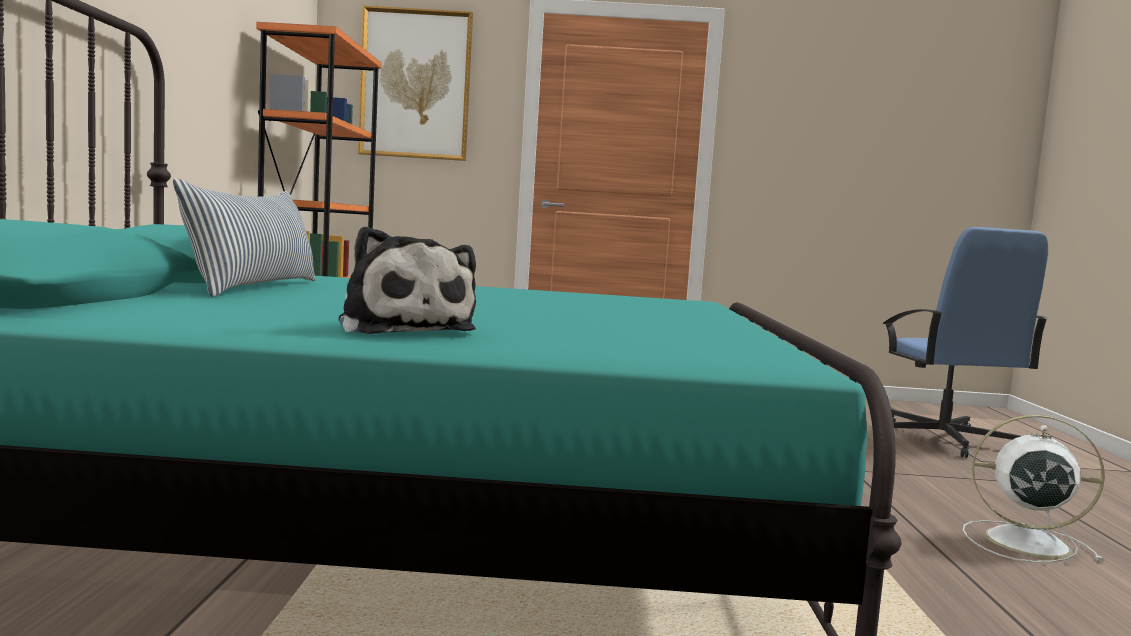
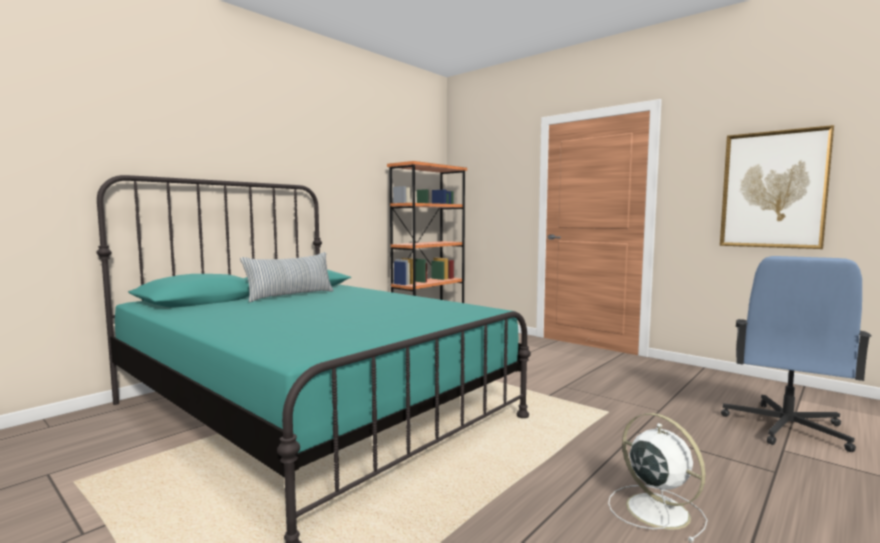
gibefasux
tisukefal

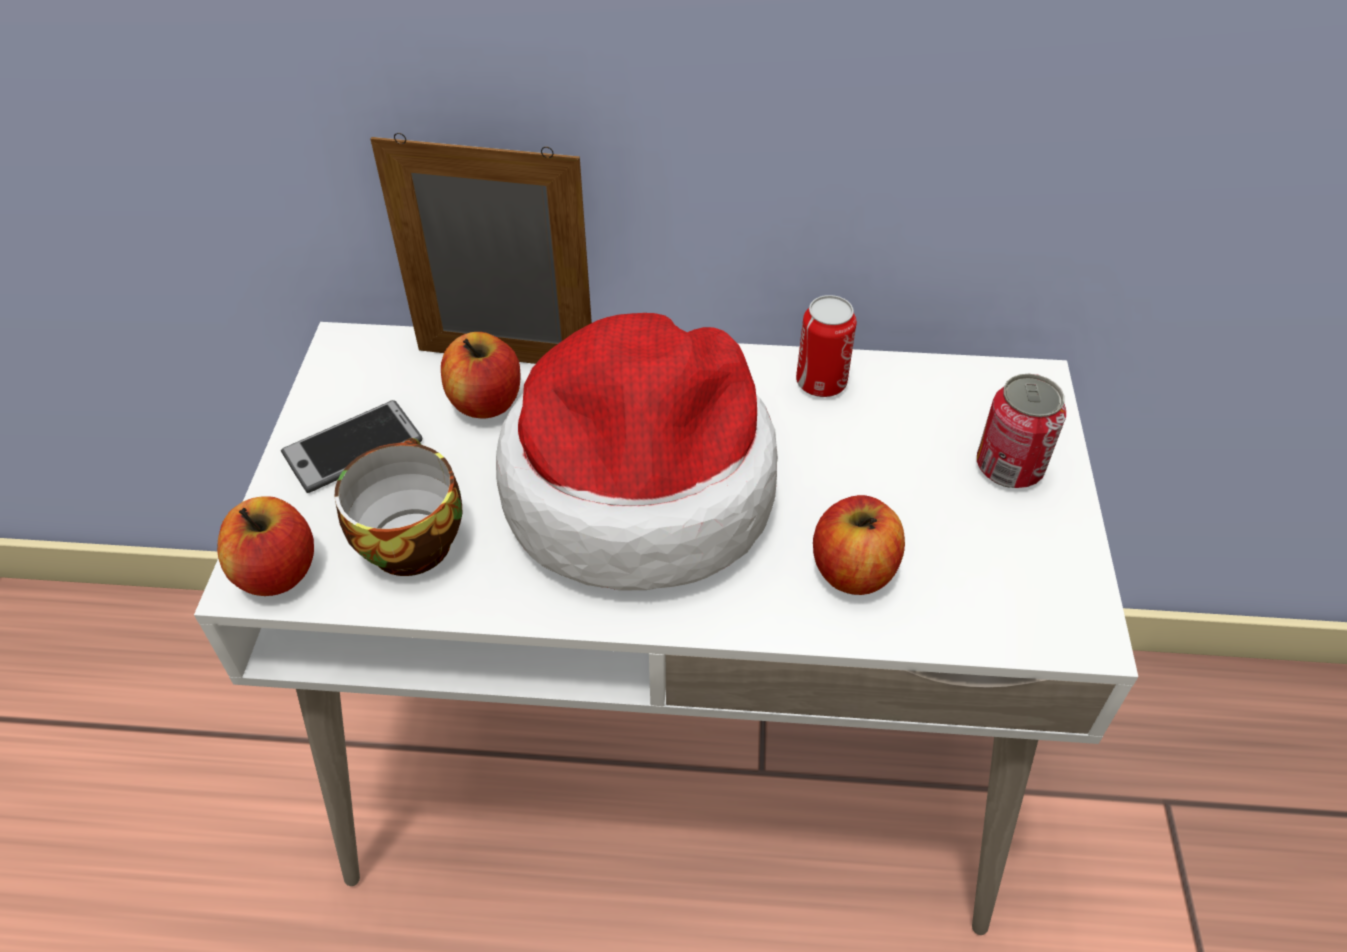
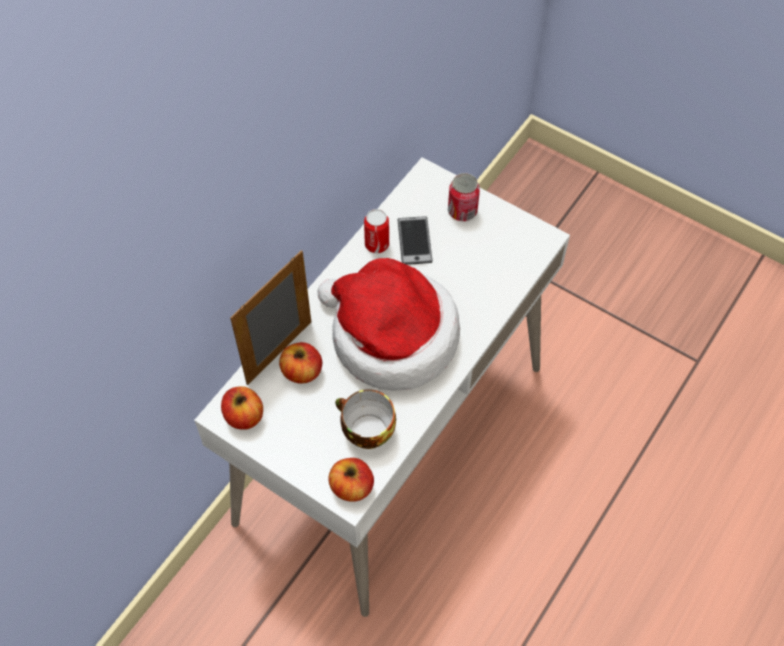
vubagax
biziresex (no. 1 from left)

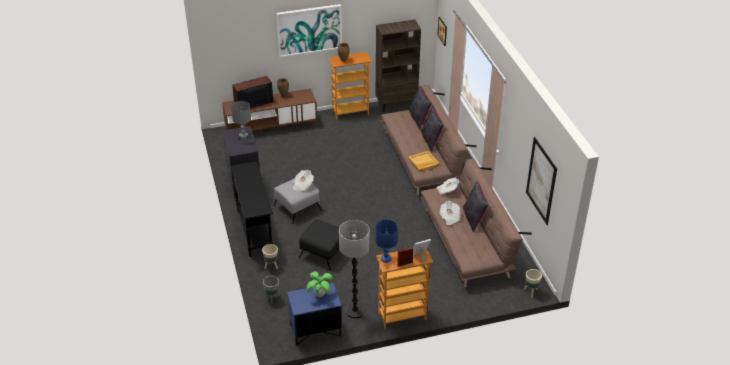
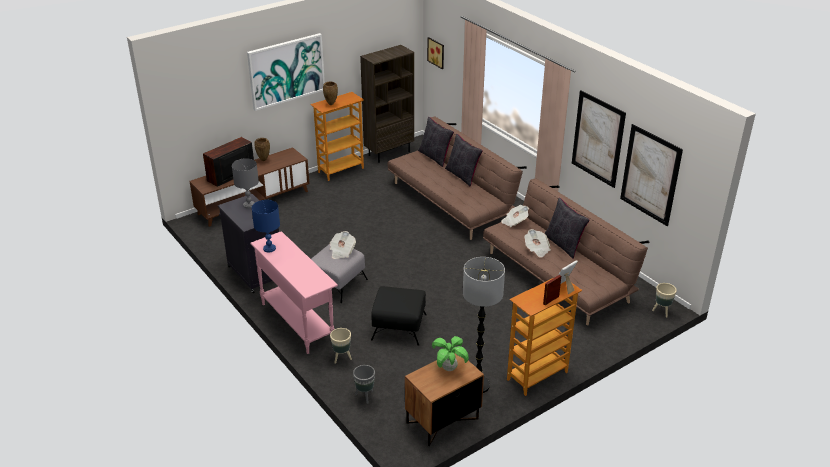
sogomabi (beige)
tisukefal (no. 3 from left)
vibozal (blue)
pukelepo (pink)
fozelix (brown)

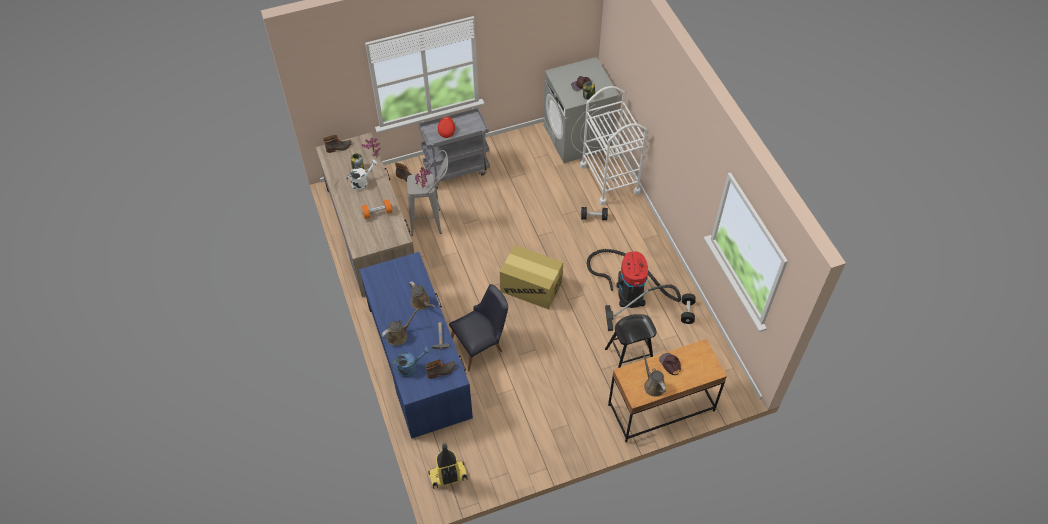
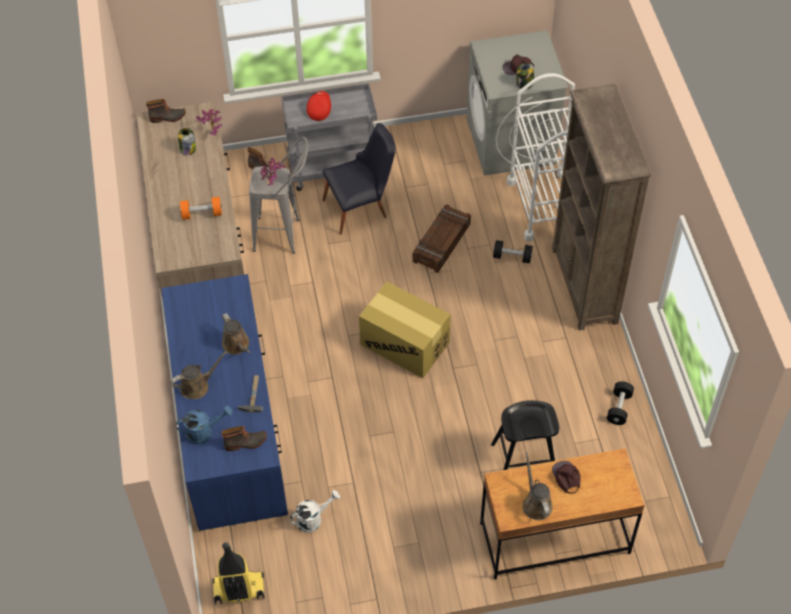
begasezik (no. 2 from left in the first image)
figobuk
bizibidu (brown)
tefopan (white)
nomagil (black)

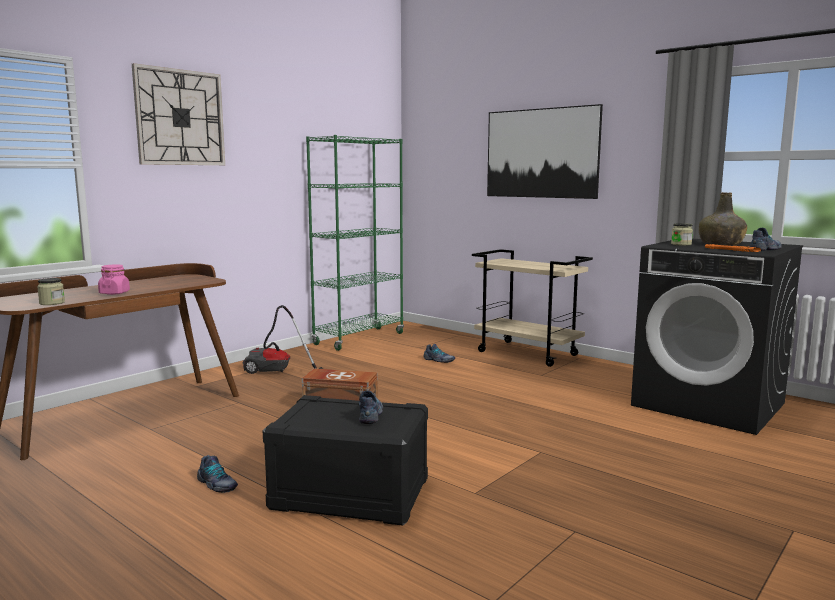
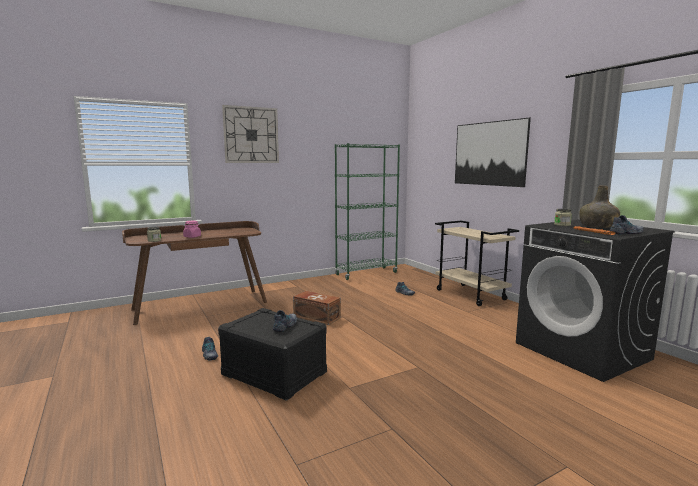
begasezik

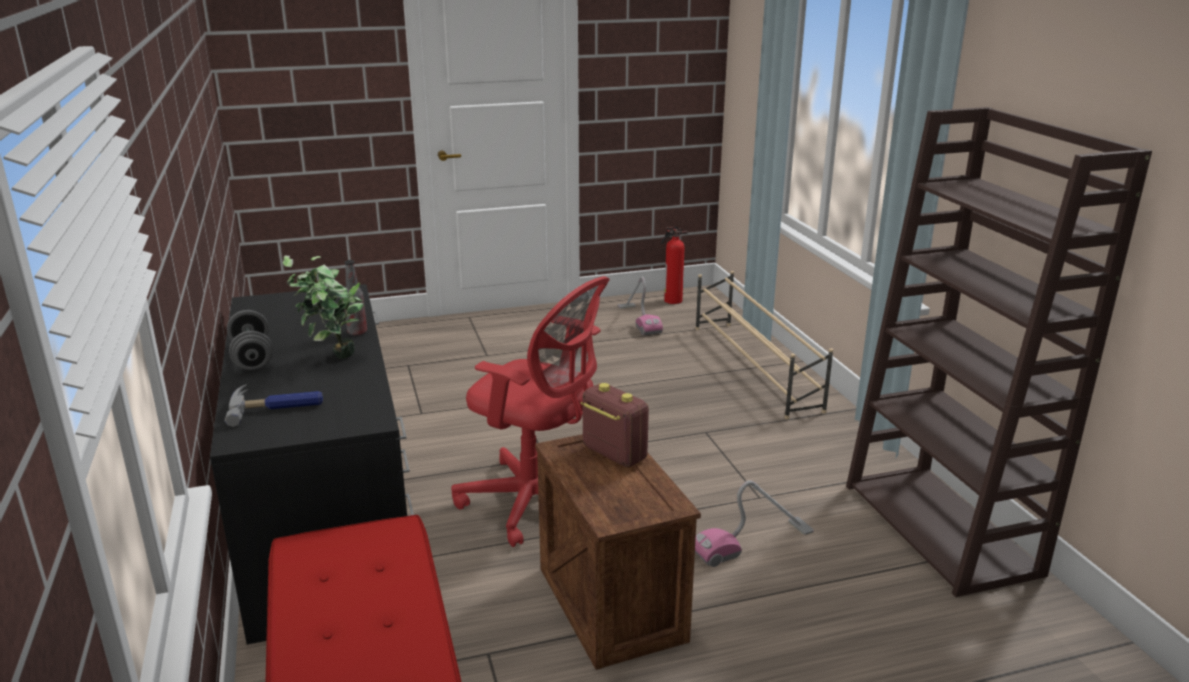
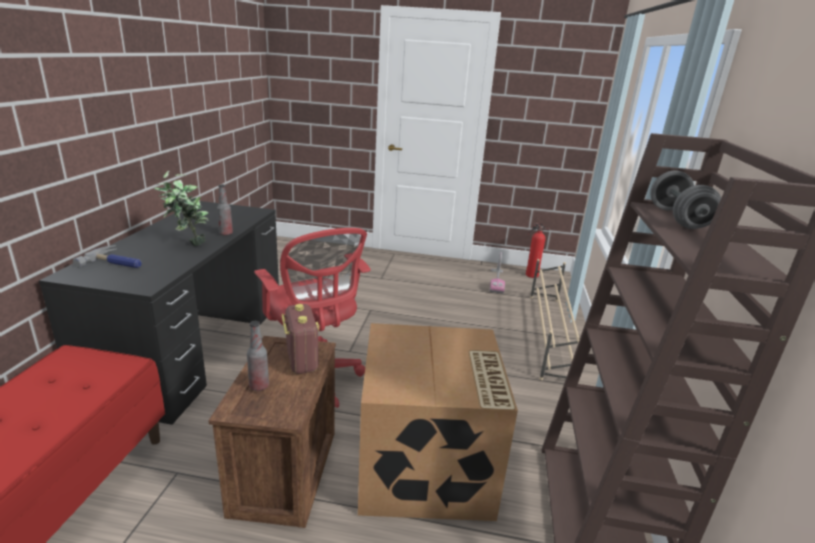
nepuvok (no. 2 from left)
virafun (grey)
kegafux

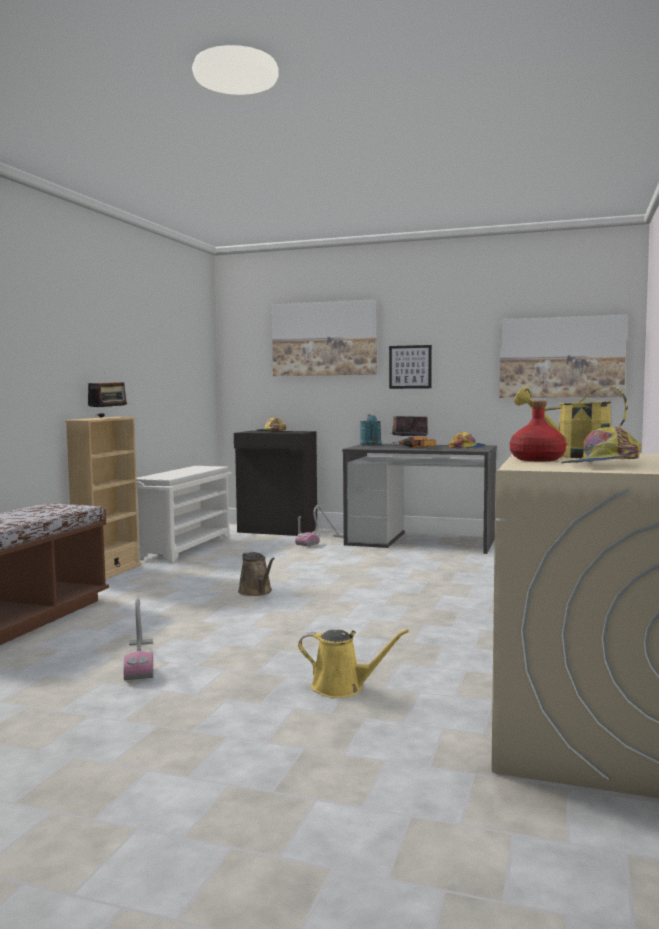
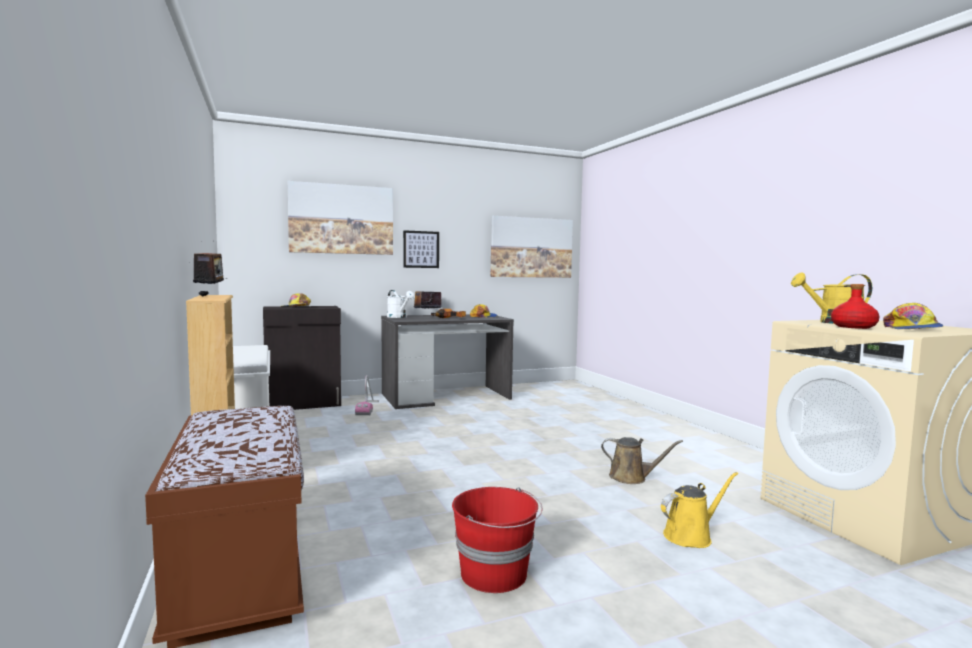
tefopan (brown)
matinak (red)
tefopan (white)

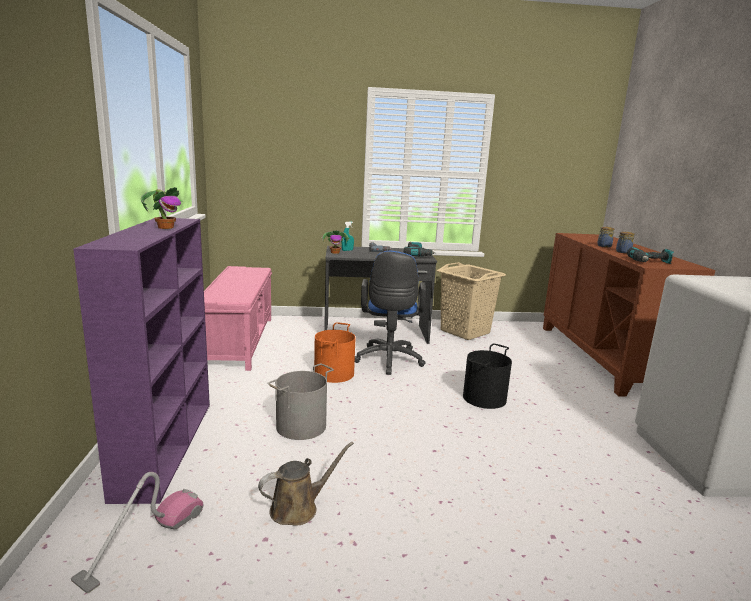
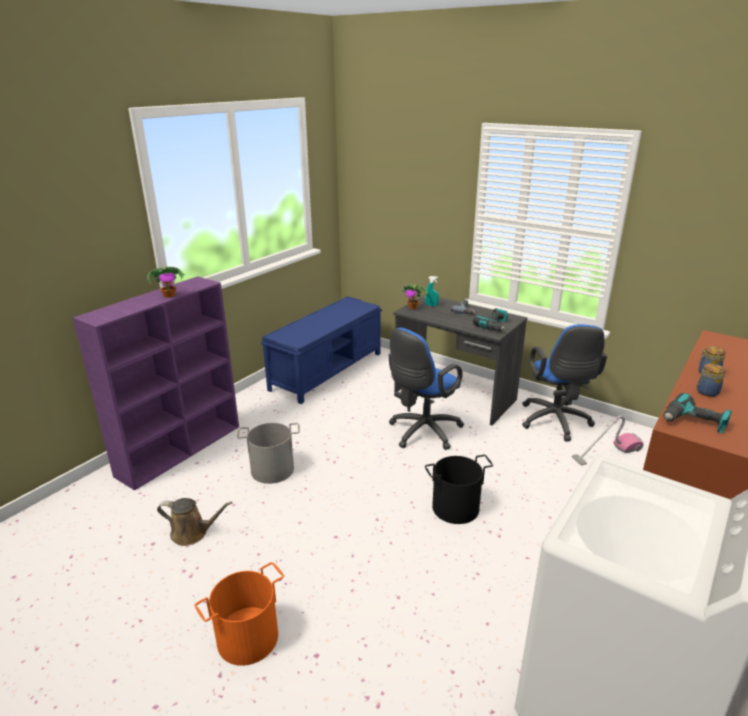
begasezik
matinak (orange)
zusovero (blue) (no. 2 from left)
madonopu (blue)

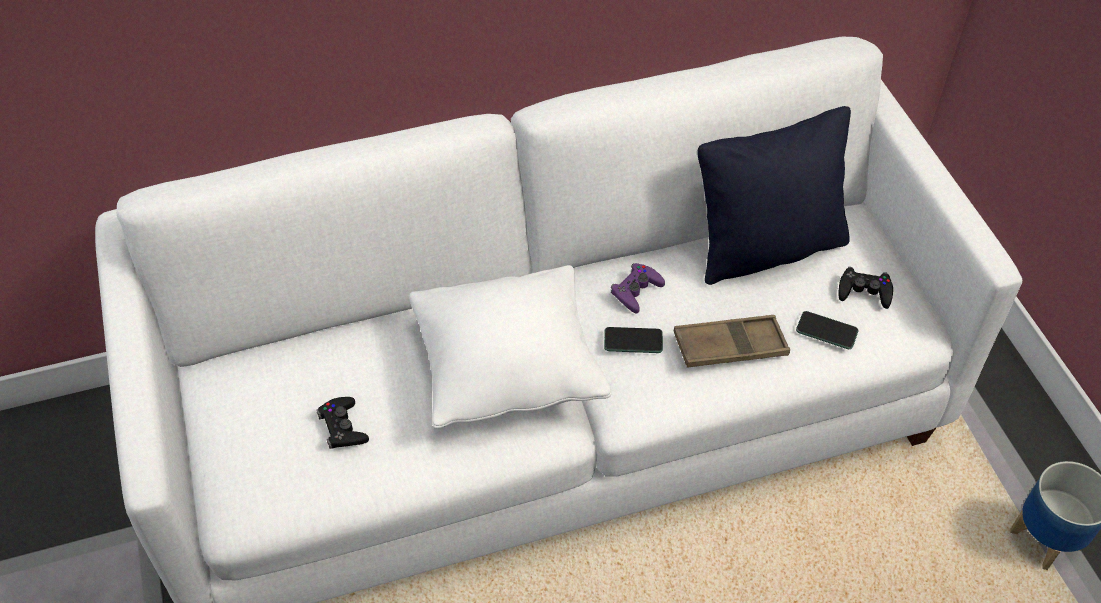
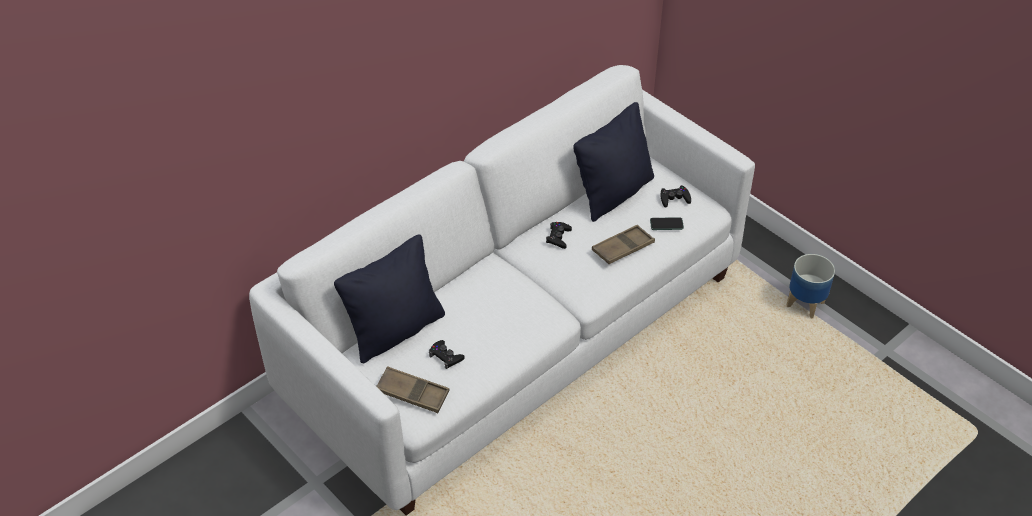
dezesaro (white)
vubagax (no. 1 from left in the first image)
dezesaro (black) (no. 1 from left)
sogomabi (brown) (no. 1 from left)
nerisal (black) (no. 2 from left)

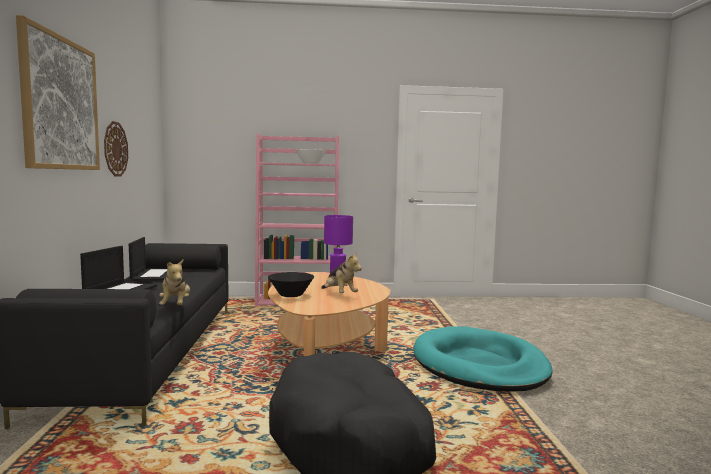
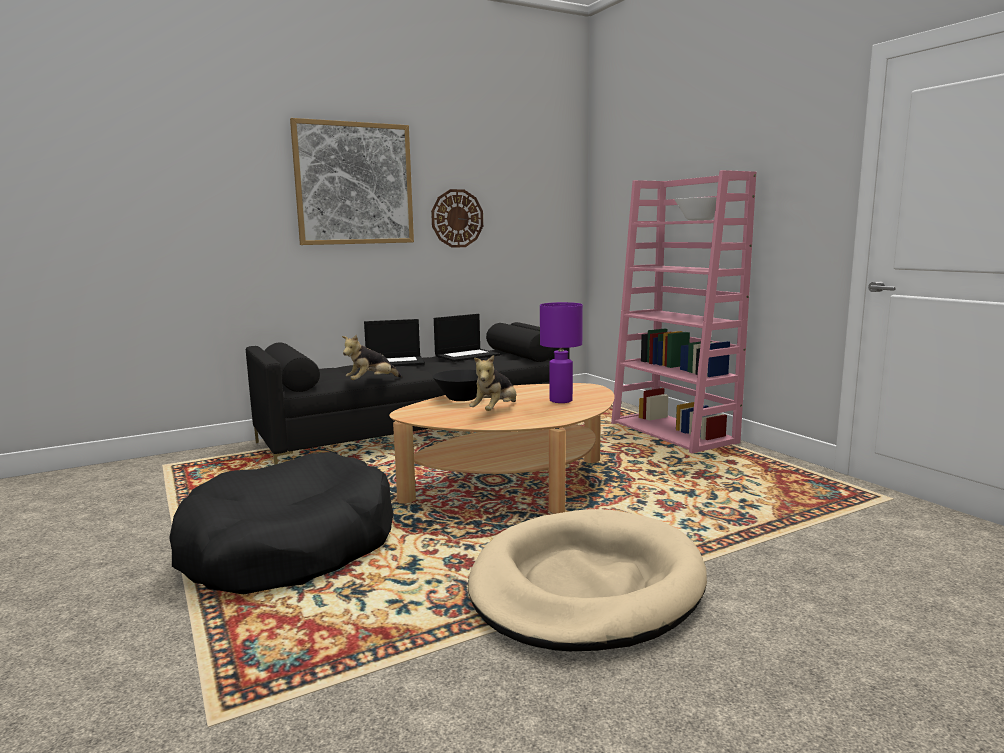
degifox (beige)

